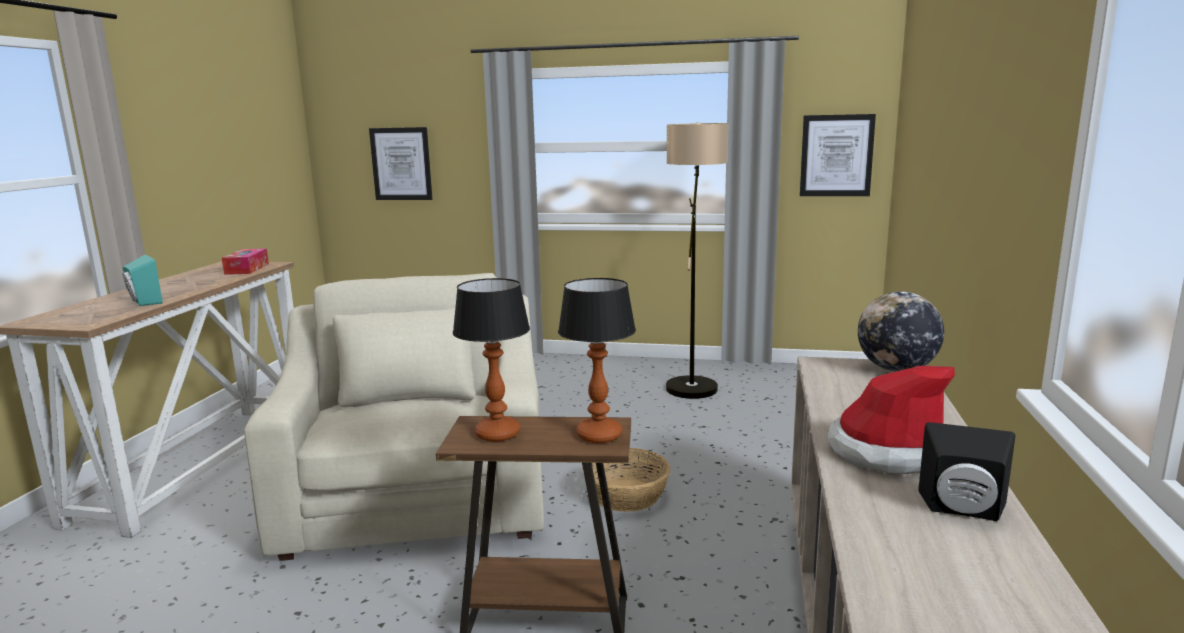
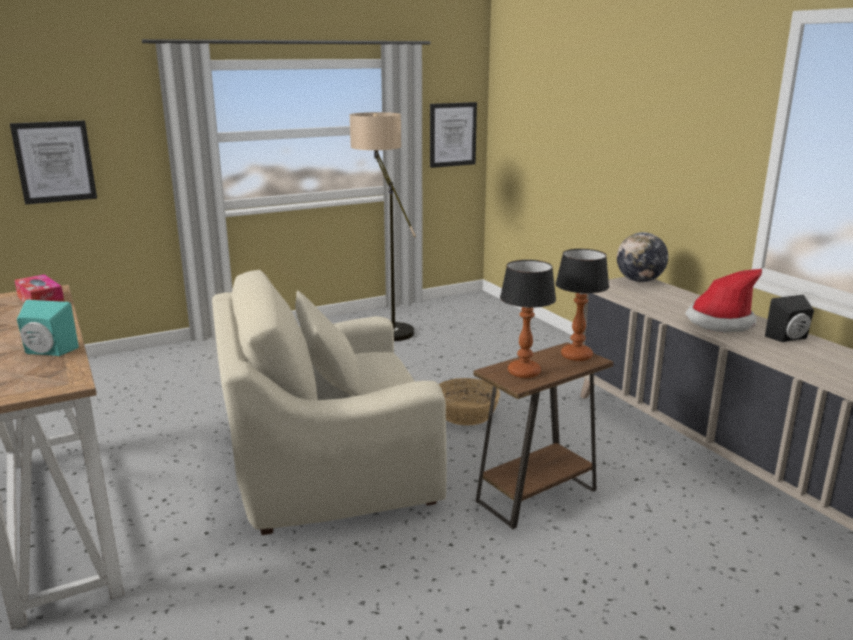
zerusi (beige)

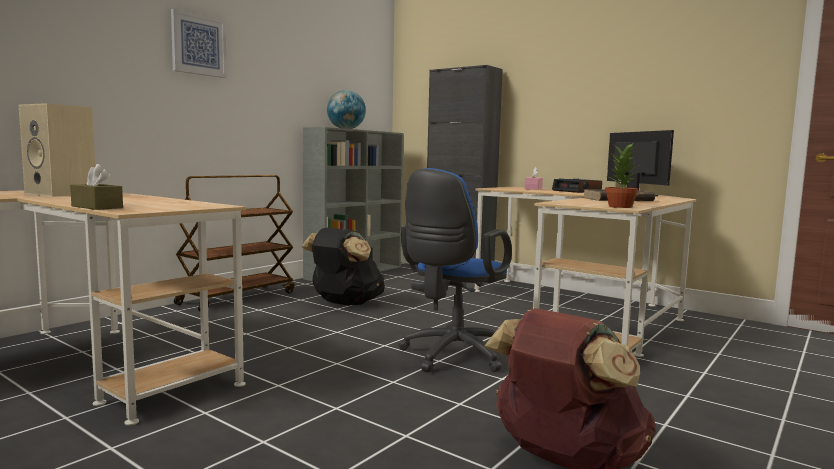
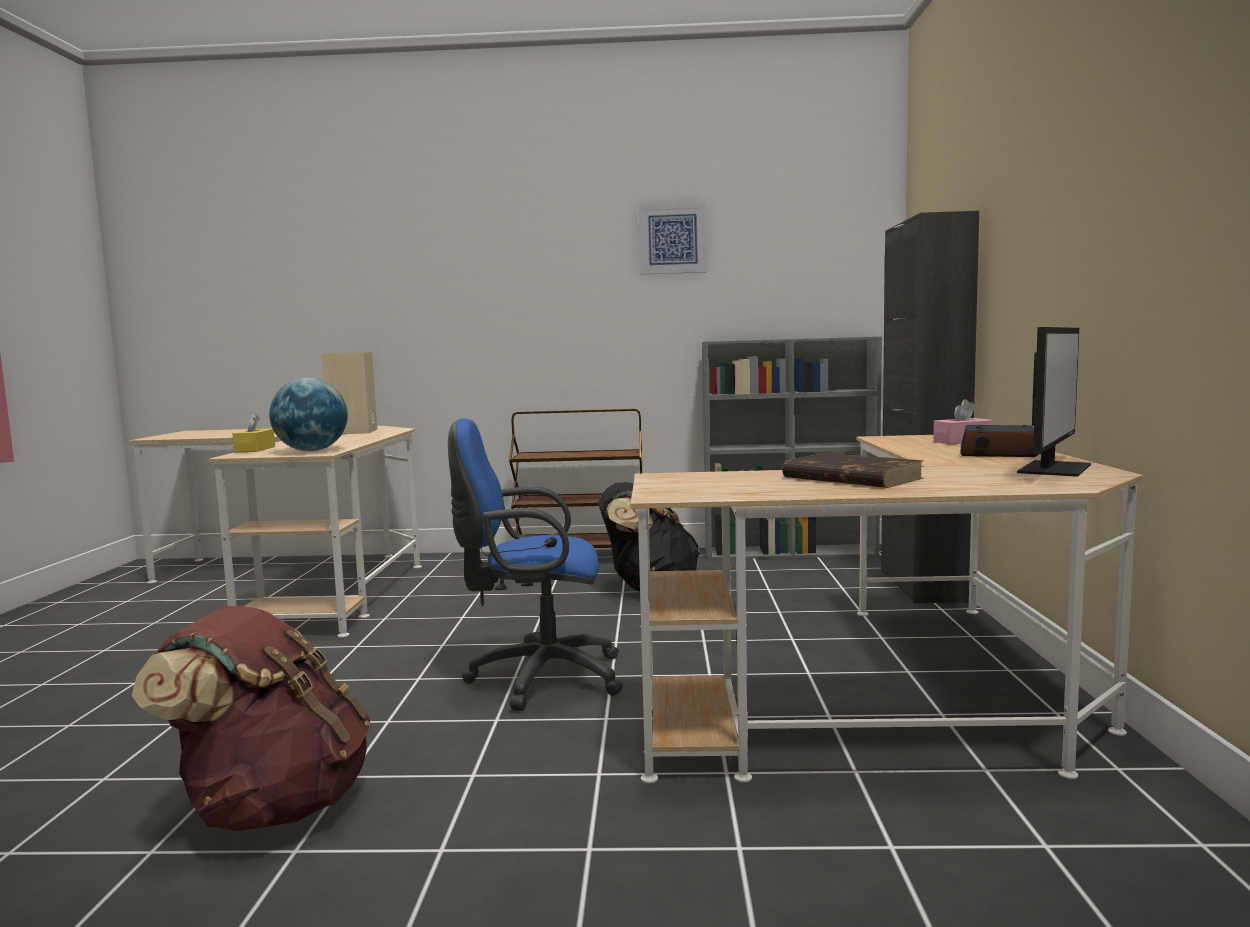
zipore
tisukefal
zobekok
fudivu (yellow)

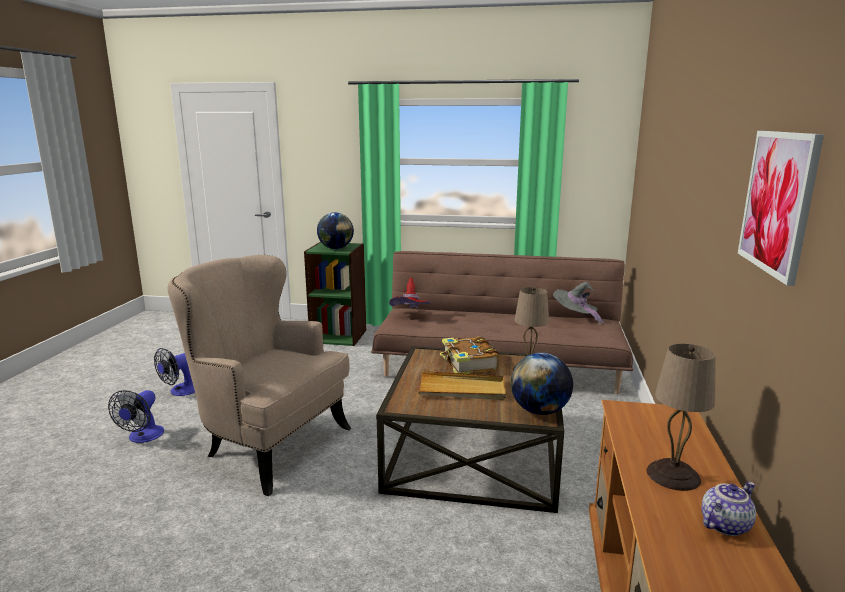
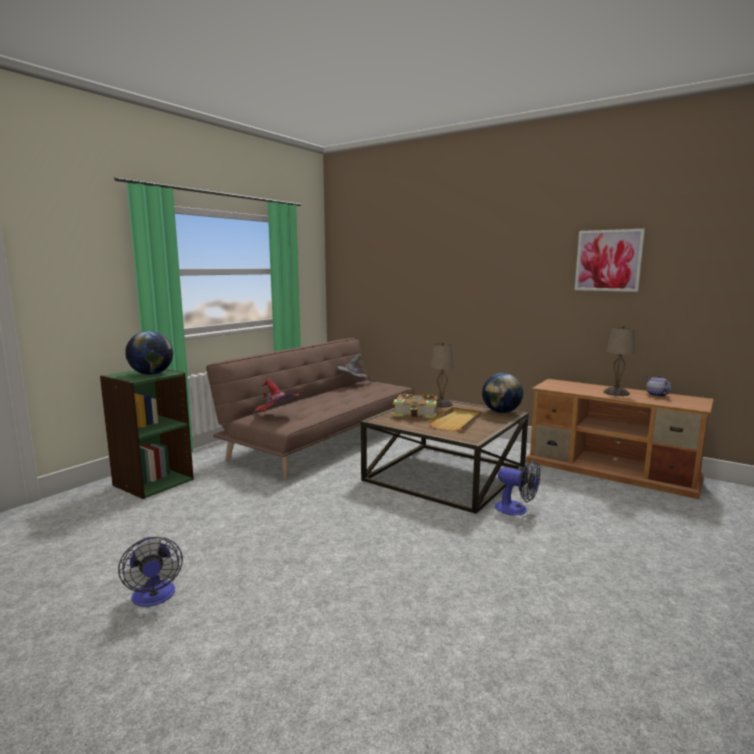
zerusi (beige)
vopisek (no. 2 from left)

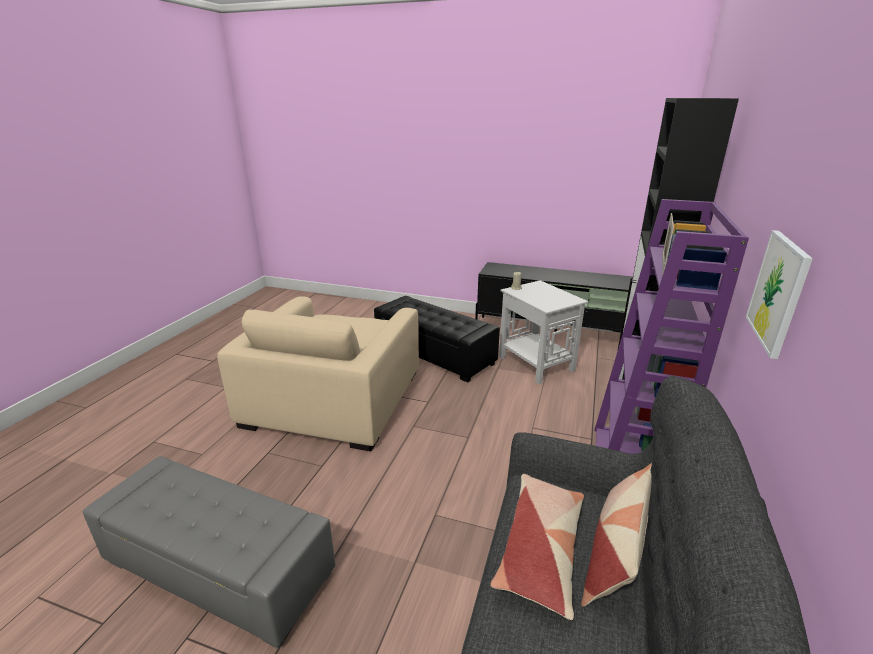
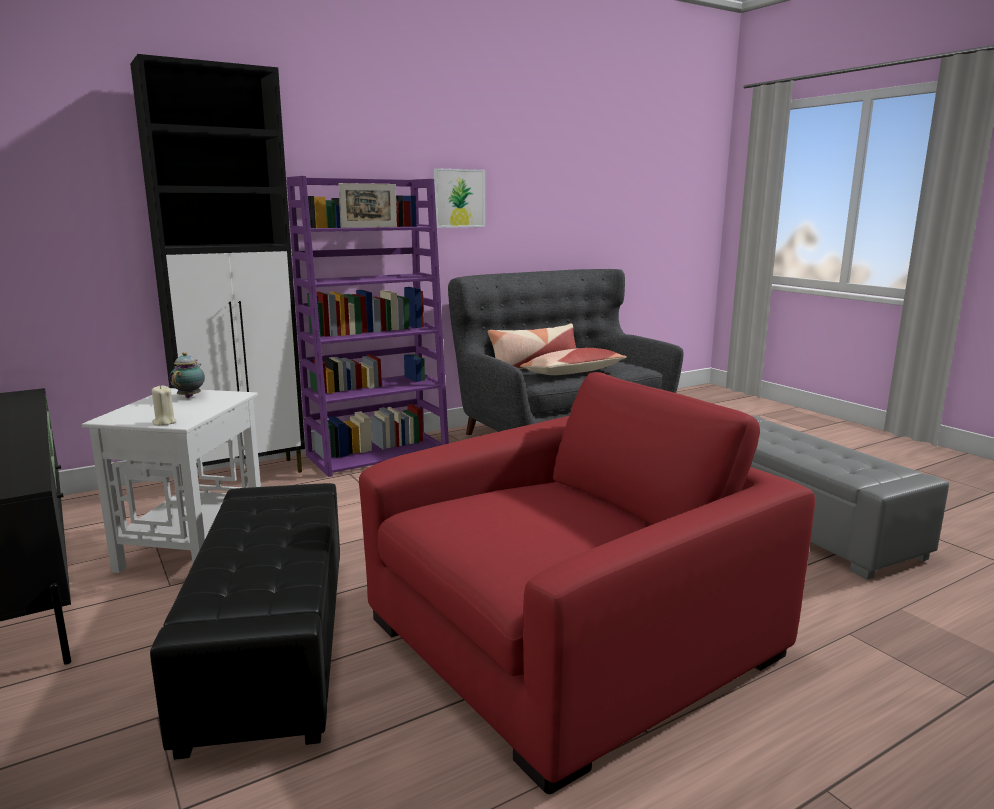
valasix
zerusi (red)

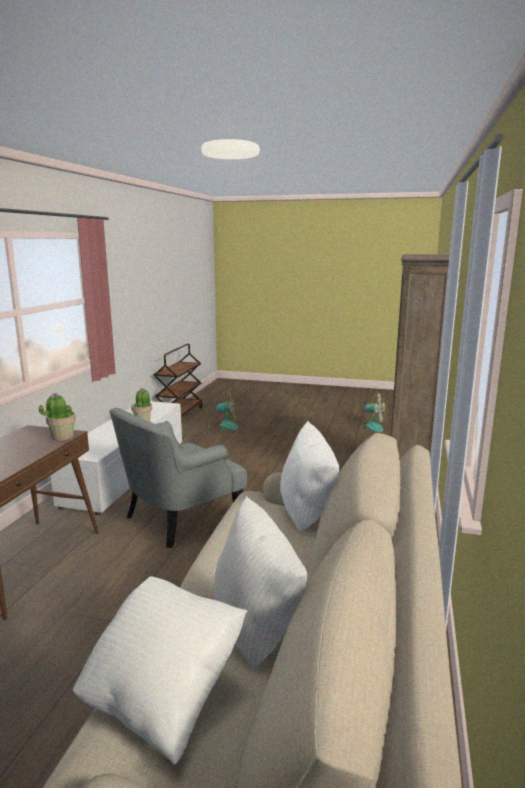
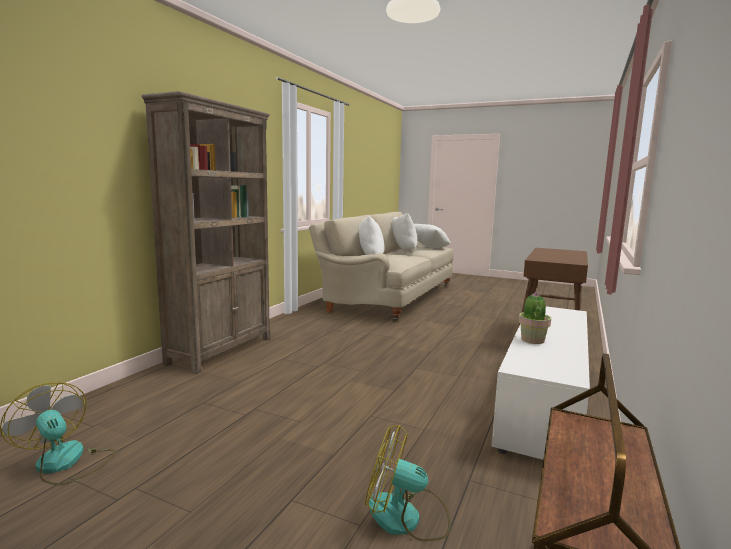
zipore (no. 1 from left in the first image)
zerusi (grey)

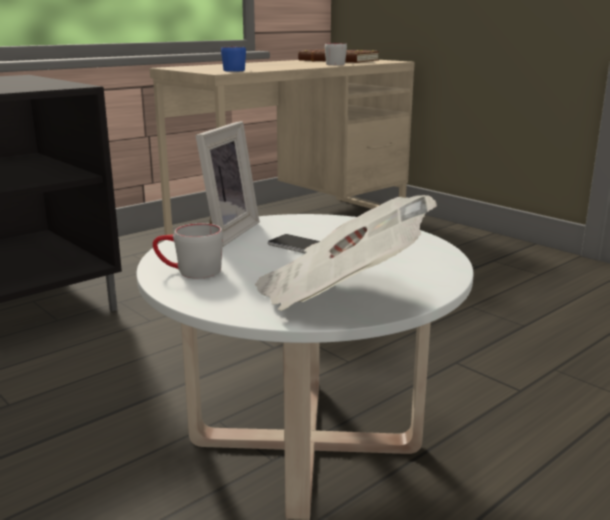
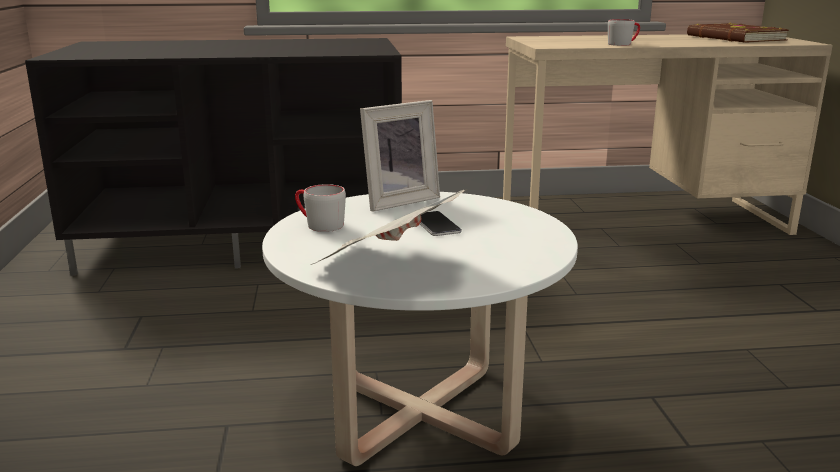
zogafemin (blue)
zogafemin (grey) (no. 2 from left)

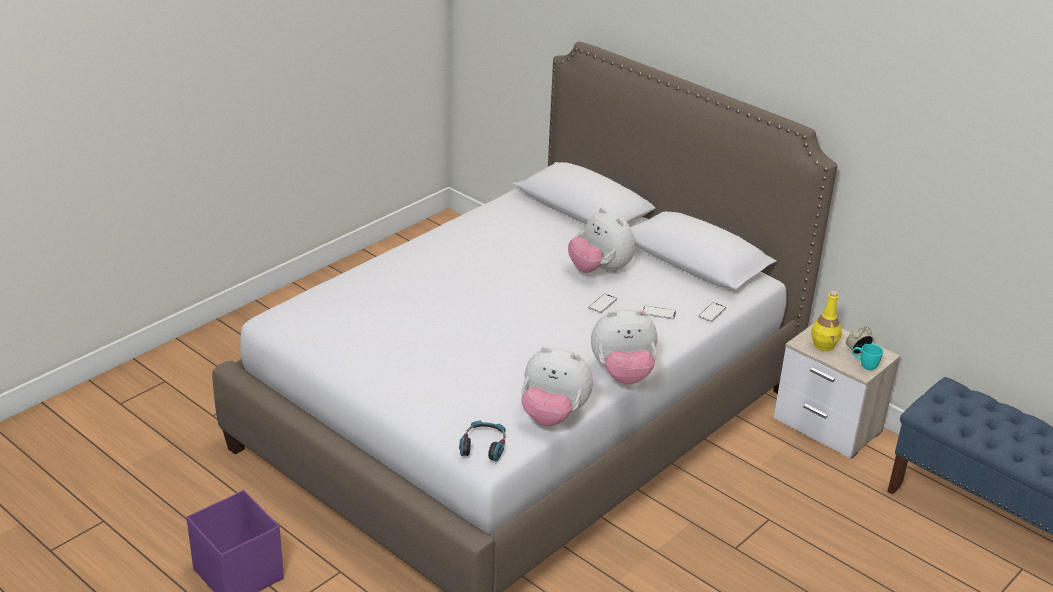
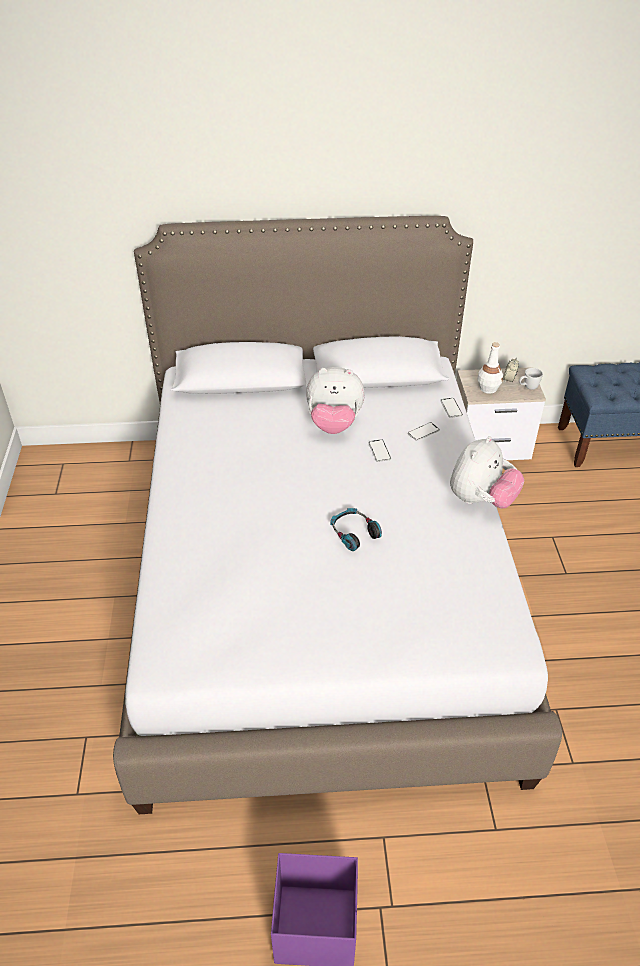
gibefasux (no. 1 from left in the first image)
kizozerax
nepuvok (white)
zogafemin (white)

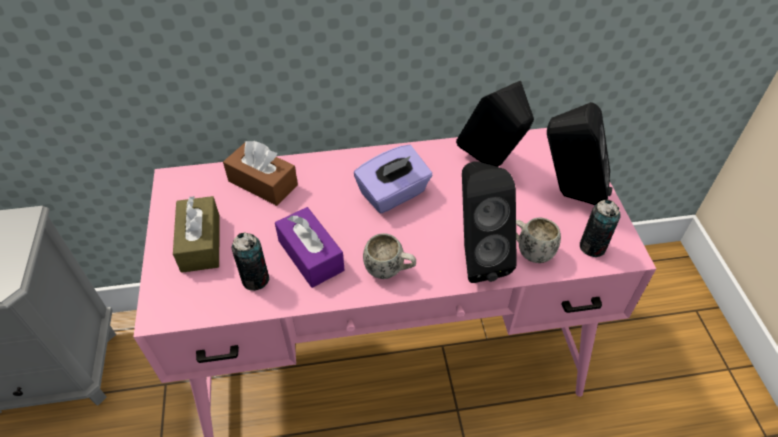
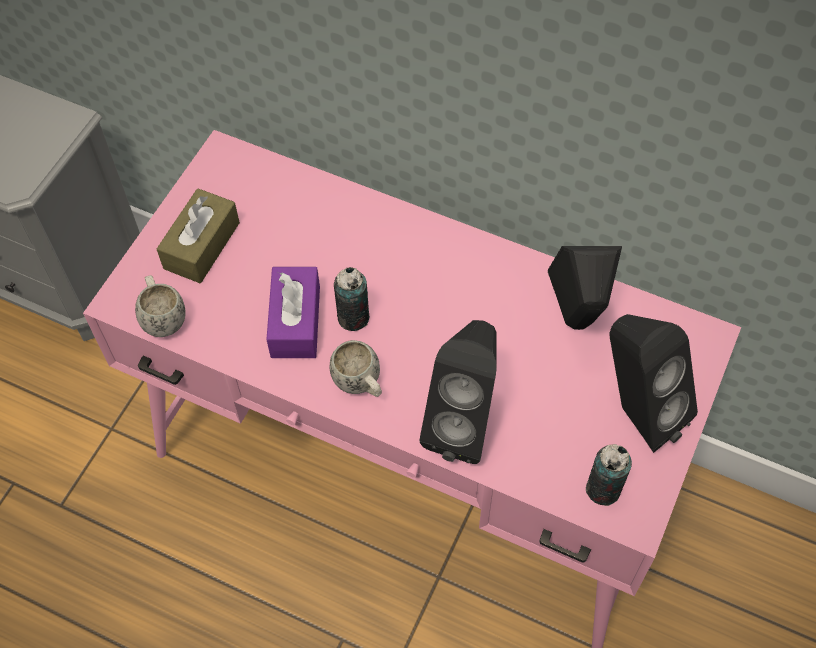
fudivu (brown) (no. 2 from left in the first image)
fudivu (purple) (no. 2 from left in the first image)
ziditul (no. 1 from left)
zogafemin (white) (no. 1 from left)

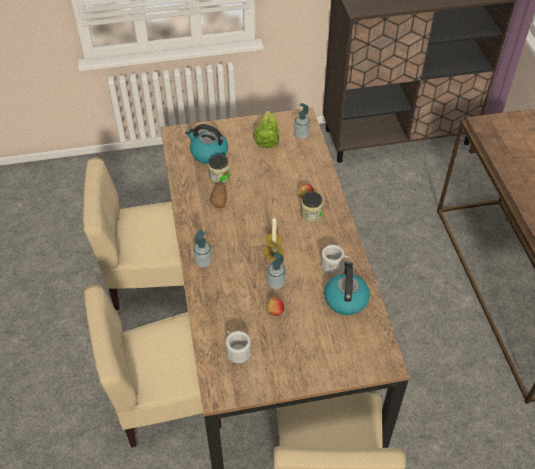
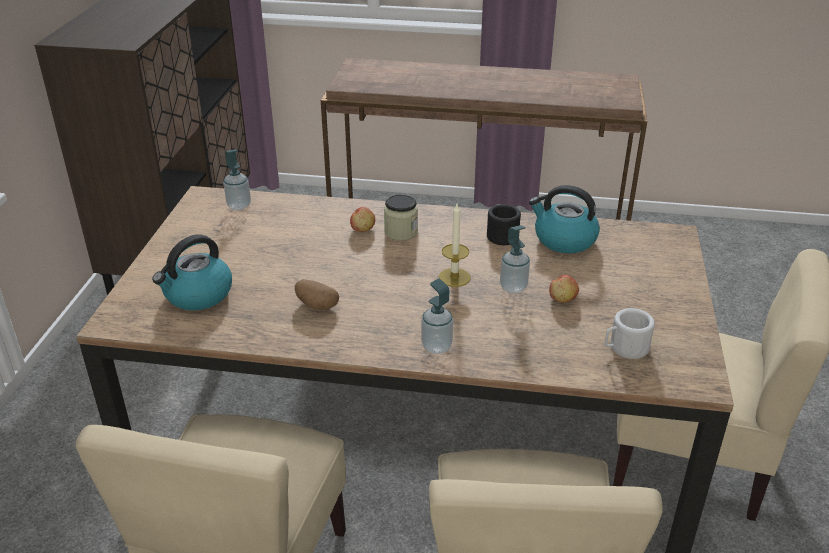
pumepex (no. 1 from left in the first image)
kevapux
zogafemin (black)

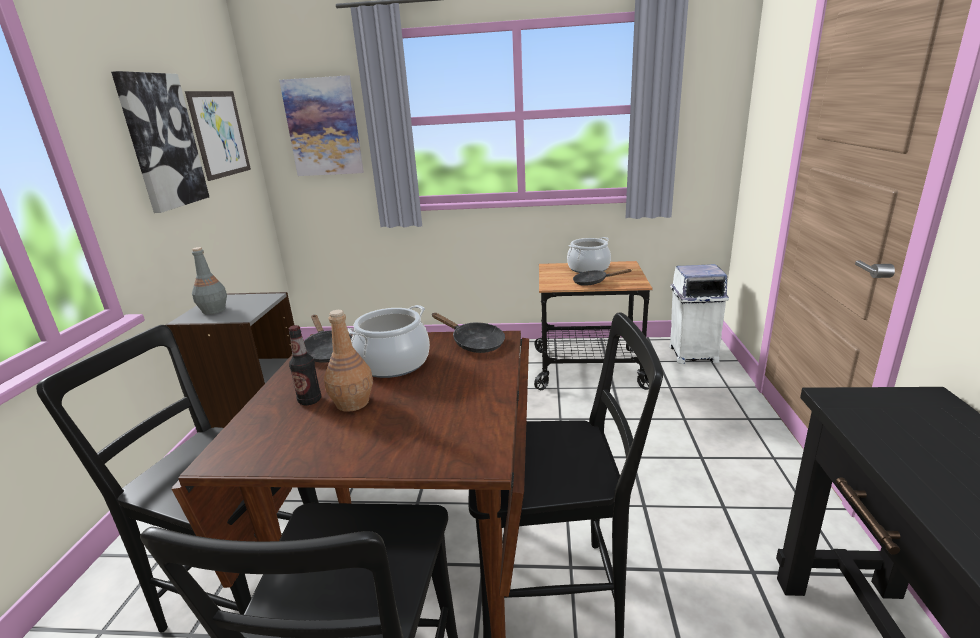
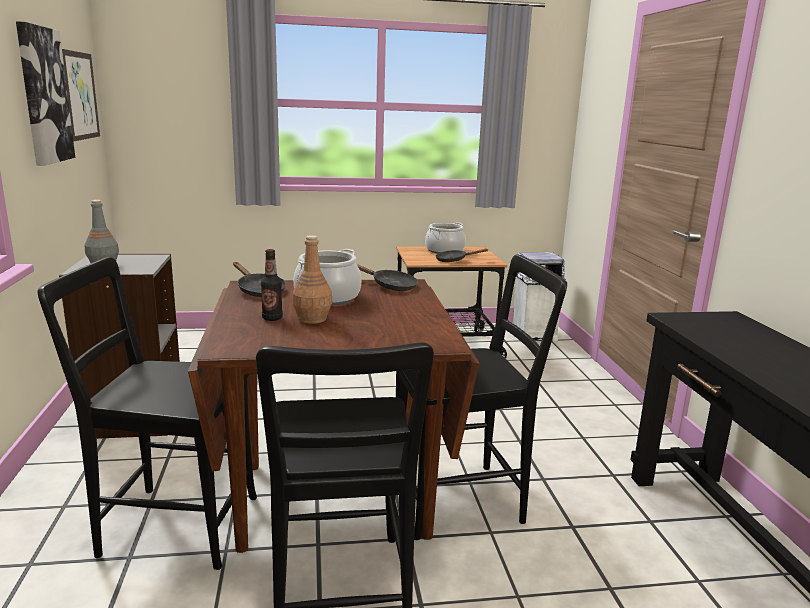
tisukefal (no. 3 from left in the first image)

